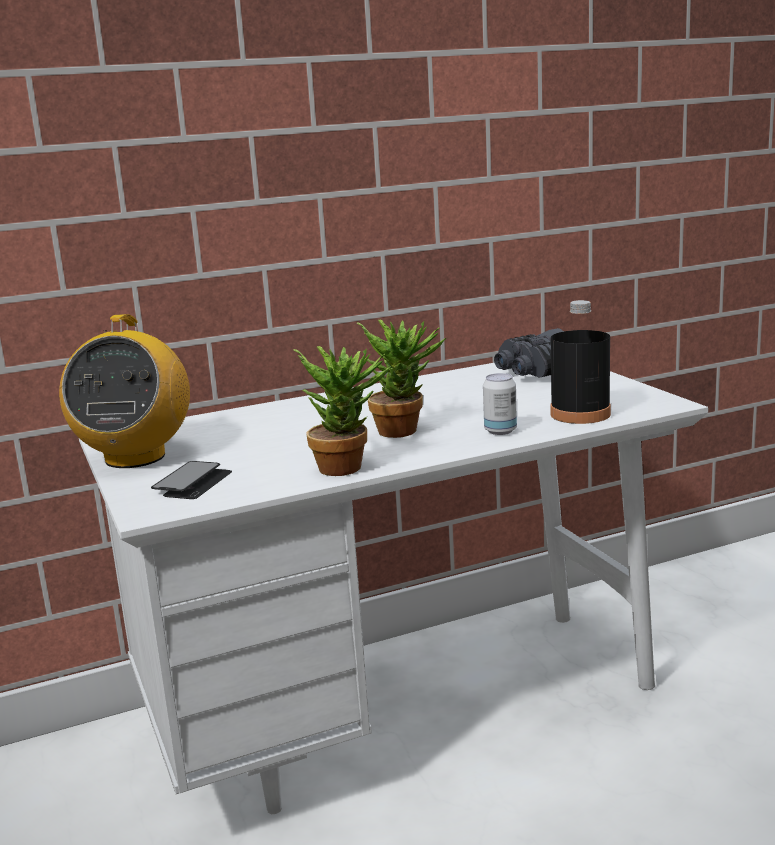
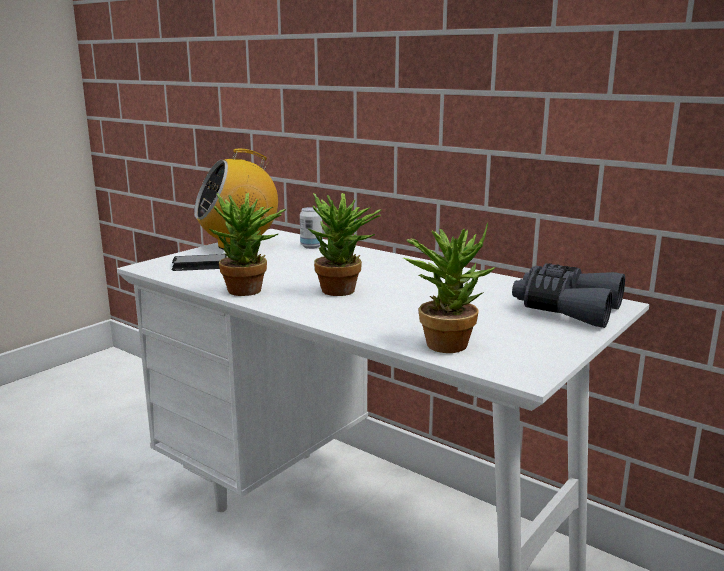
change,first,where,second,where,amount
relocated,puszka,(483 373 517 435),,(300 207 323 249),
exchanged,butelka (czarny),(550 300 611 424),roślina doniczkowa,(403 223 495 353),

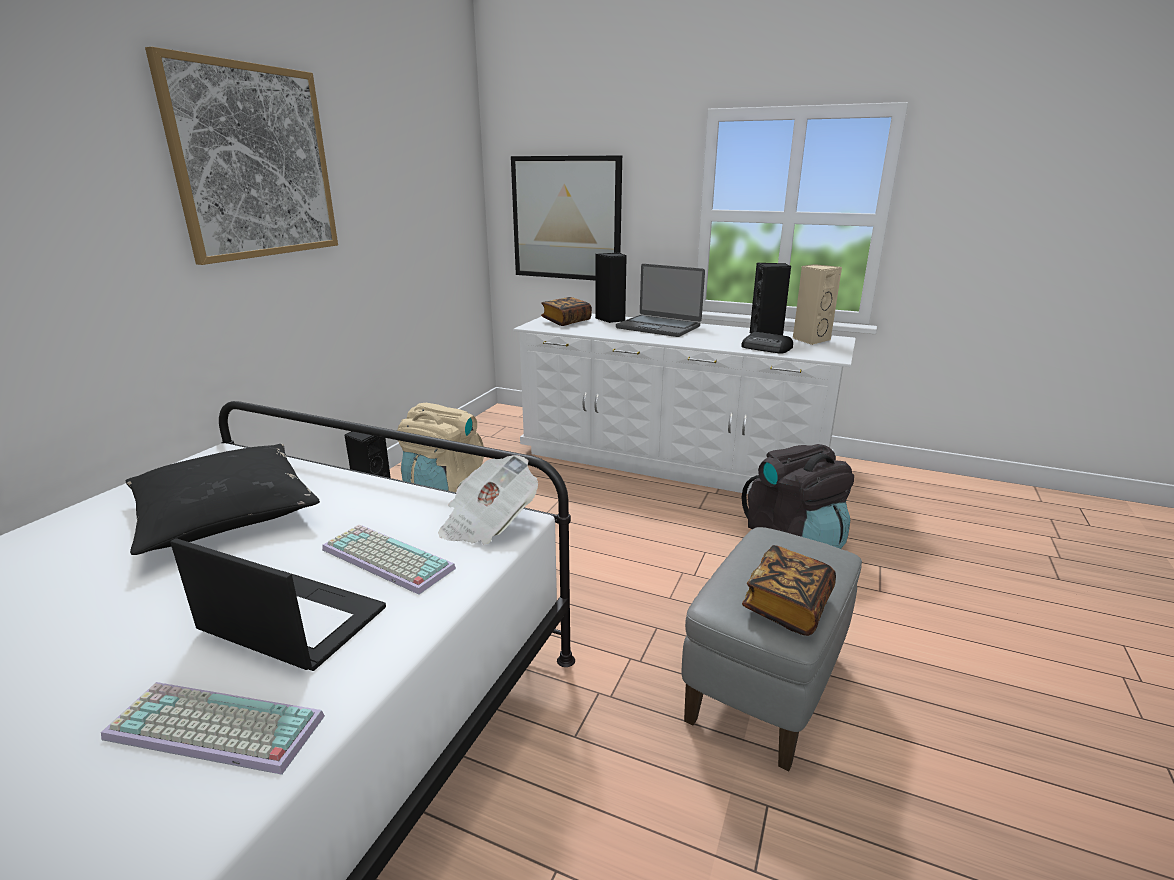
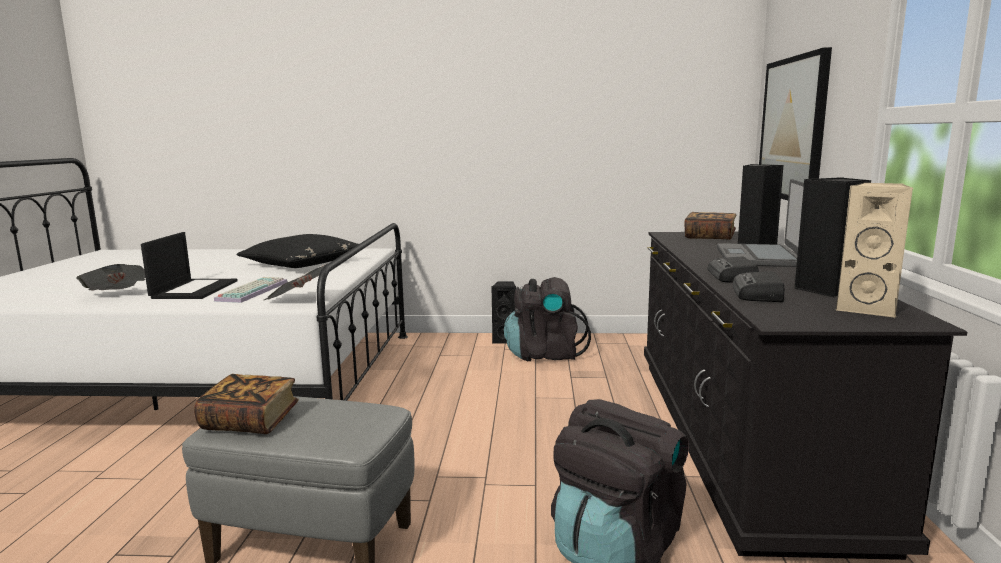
change,first,where,second,where,amount
missing,obraz,(145 47 338 265),,,
appeared,,,radio,(708 256 759 283),
exchanged,klawiatura,(101 682 325 775),gazeta,(76 264 146 291),
colour,plecak (beżowy),(397 403 484 492),plecak (czarny),(504 277 591 361),
colour,komoda (biały),(513 314 856 494),komoda (czarny),(644 232 967 560),

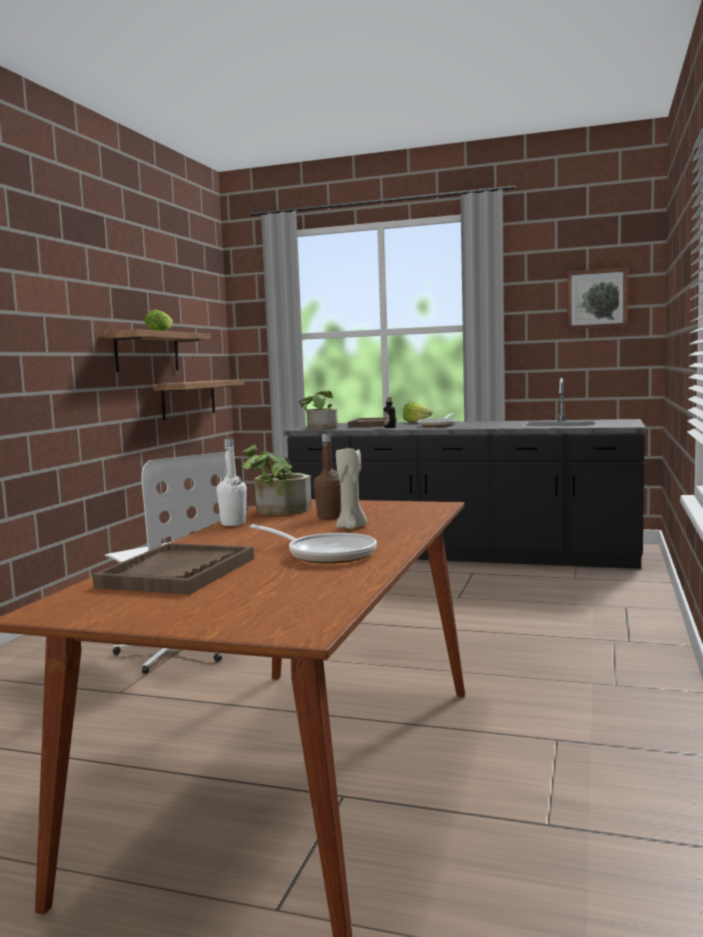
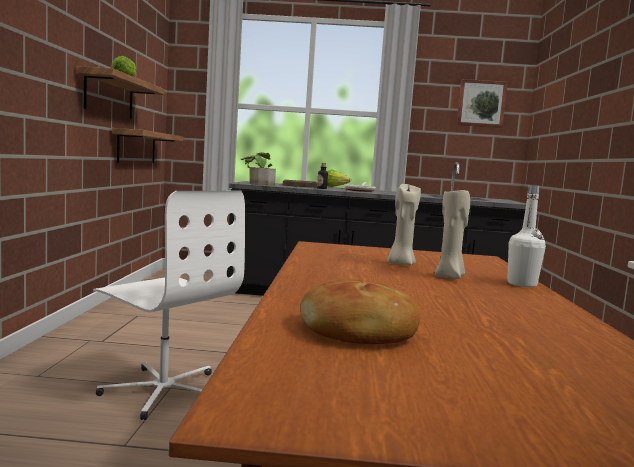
change,first,where,second,where,amount
missing,roślina doniczkowa,(242 445 311 515),,,
missing,patelnia,(249 524 377 564),,,
relocated,butelka (biały),(217 439 247 526),,(507 185 546 287),
exchanged,taca (brązowy),(92 543 254 595),chleb,(300 279 420 344),
exchanged,butelka (brązowy),(314 434 341 519),świeca (beżowy),(387 184 421 265),

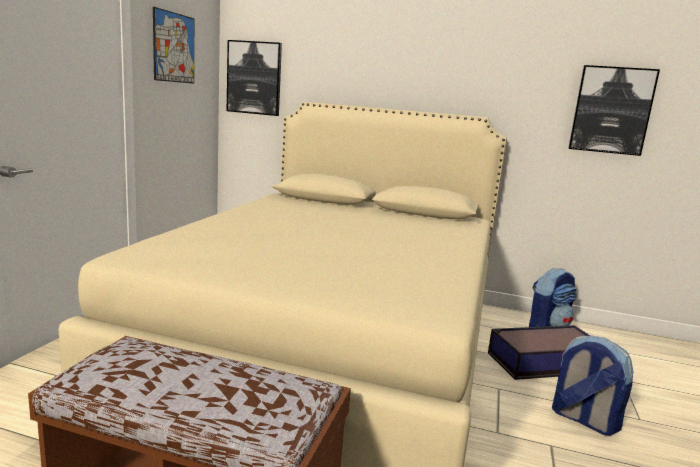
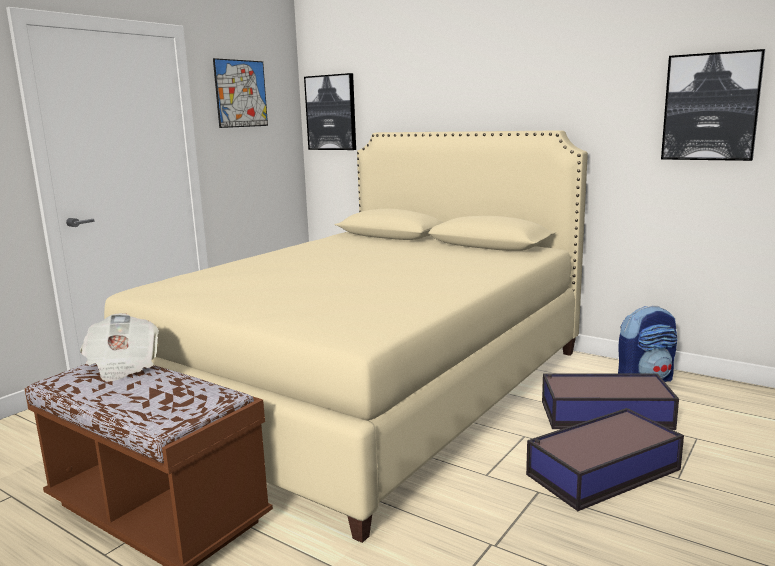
change,first,where,second,where,amount
appeared,,,gazeta,(80 313 159 382),
exchanged,plecak,(552 336 633 436),pojemnik do przechowywania,(526 408 684 511),

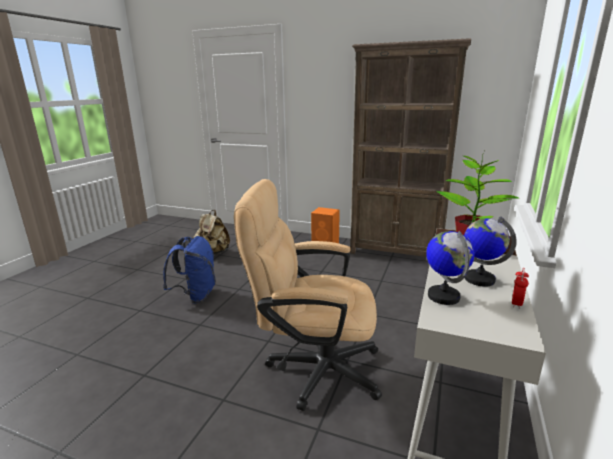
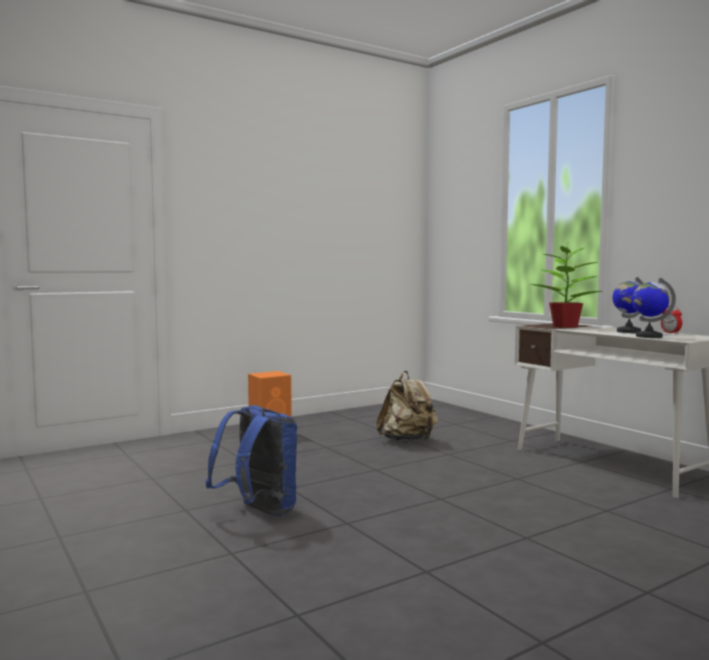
change,first,where,second,where,amount
missing,krzesło biurowe (beżowy),(234 179 382 411),,,
missing,regał (brązowy),(350 38 471 257),,,
relocated,plecak (beżowy),(193 210 230 256),,(376 371 438 442),

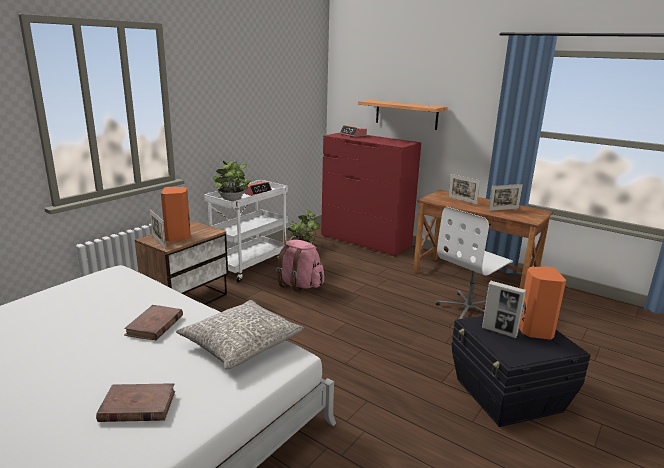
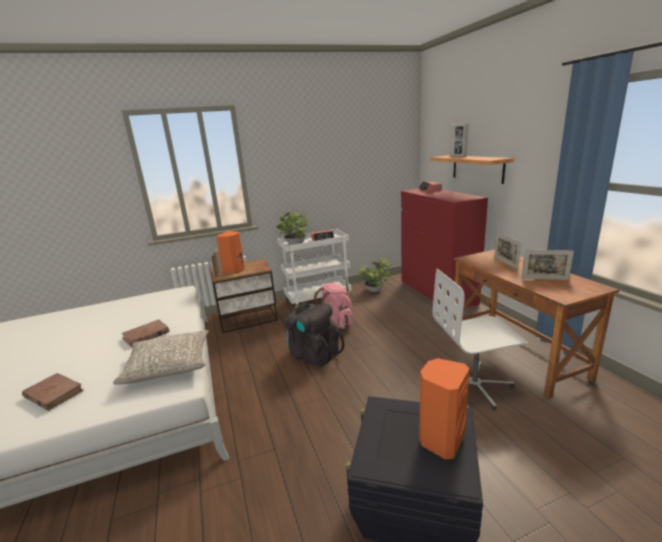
change,first,where,second,where,amount
appeared,,,plecak (czarny),(285 303 344 367),
relocated,ramka na zdjęcie,(482 281 526 338),,(450 124 469 157),

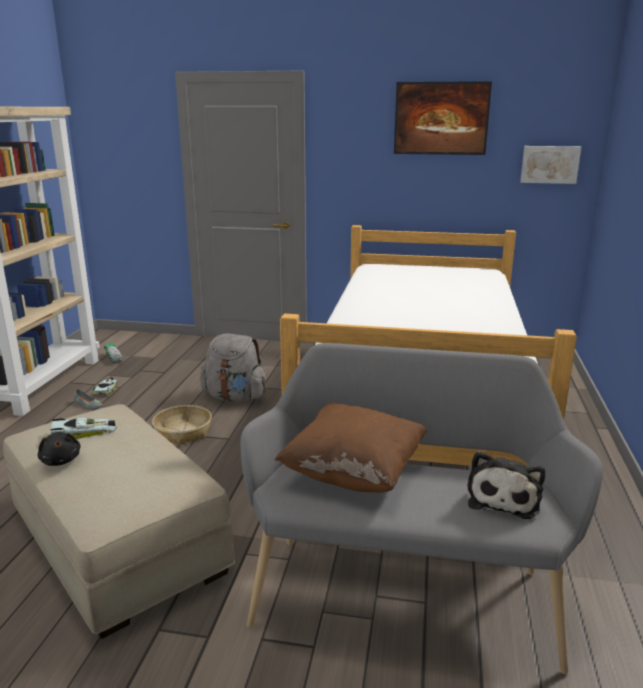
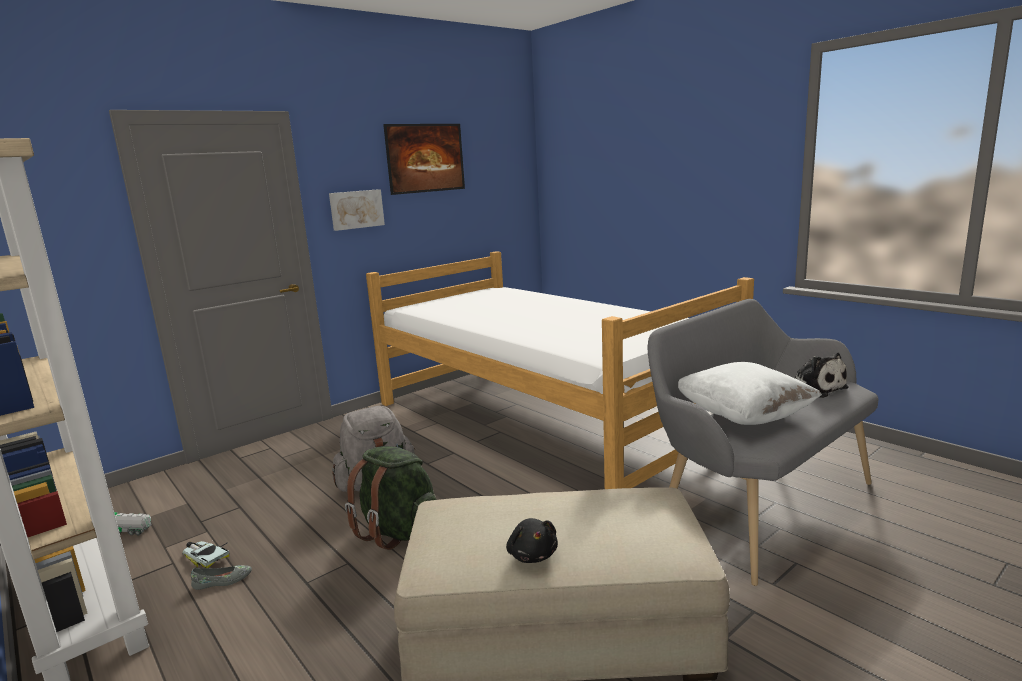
change,first,where,second,where,amount
missing,samochodzik,(50 418 117 439),,,
relocated,obraz,(520 146 581 184),,(329 189 385 231),
exchanged,koszyk,(152 405 212 446),plecak (zielony),(345 446 437 550),
colour,poduszka (brązowy),(275 403 427 492),poduszka (biały),(678 362 822 425),
spun,pluszak (czarny),(38 432 81 466),,(506 518 558 563),60 degrees clockwise

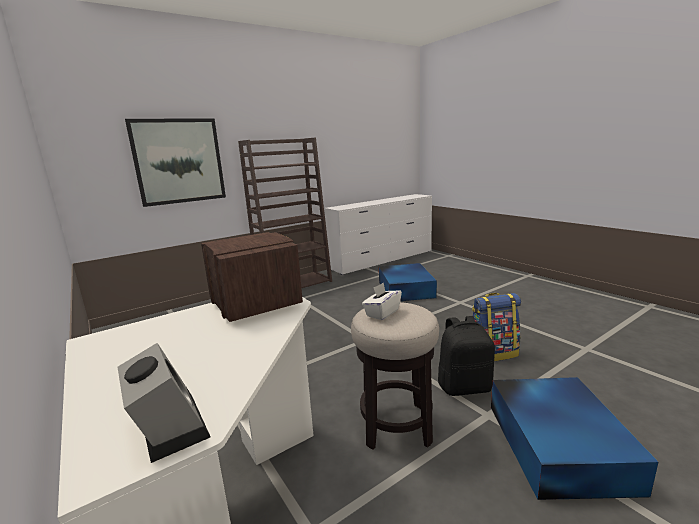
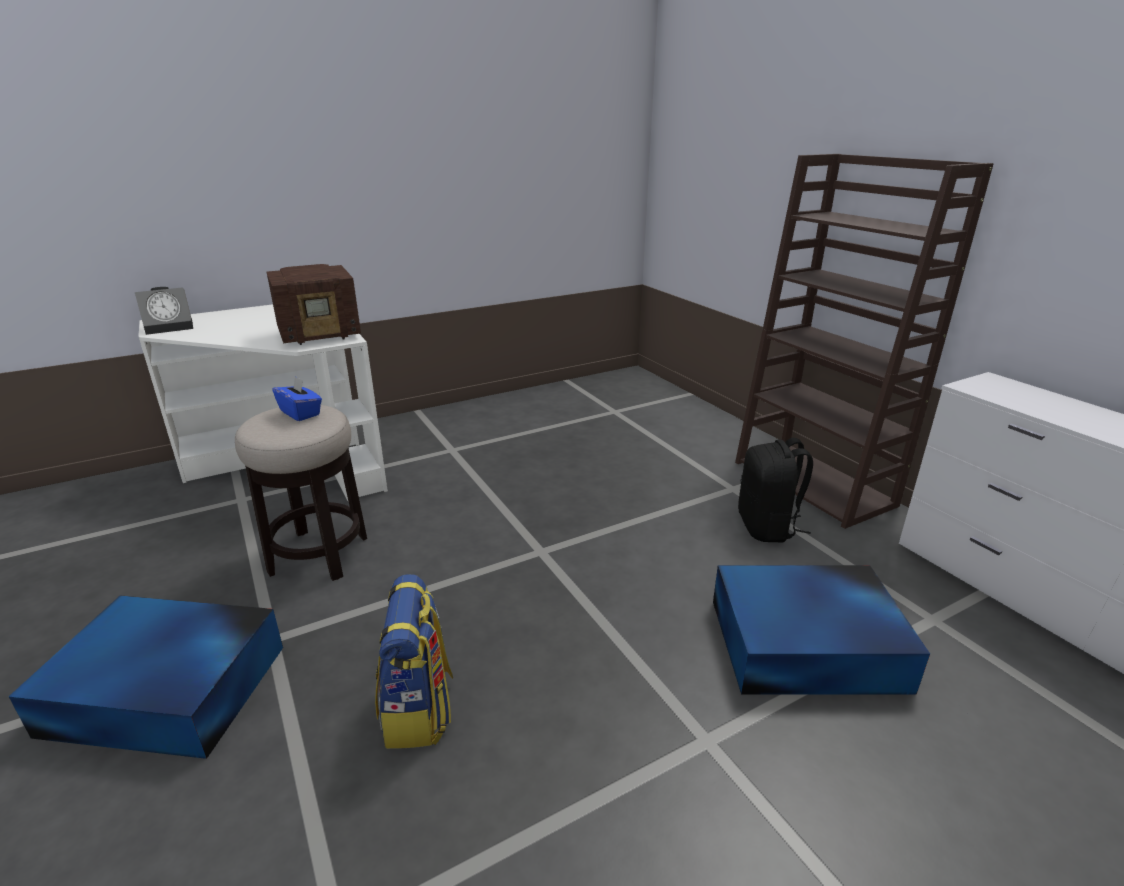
change,first,where,second,where,amount
missing,obraz,(125 118 226 207),,,
relocated,plecak (czarny),(438 316 495 396),,(738 438 813 542),
colour,pudełko chusteczek (biały),(362 283 402 320),pudełko chusteczek (niebieski),(272 376 322 421),

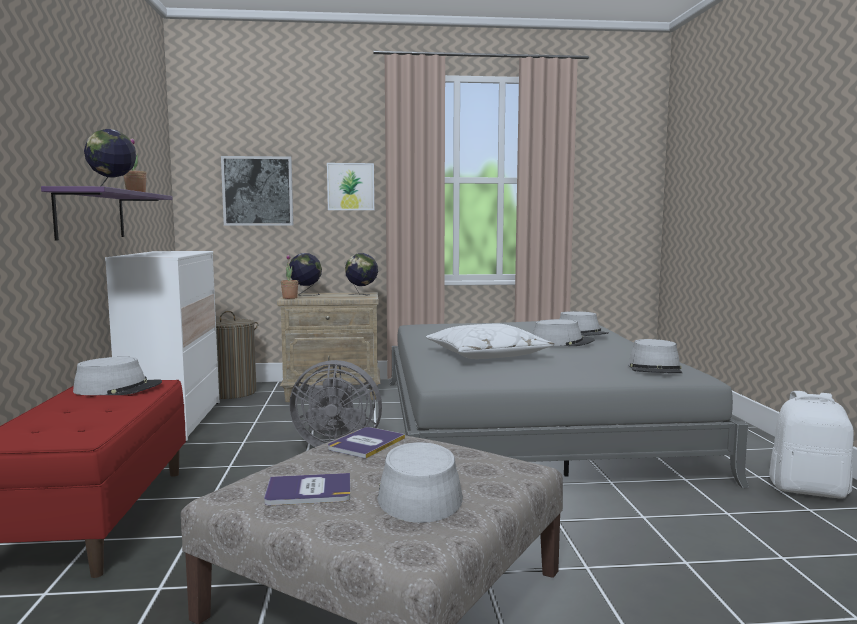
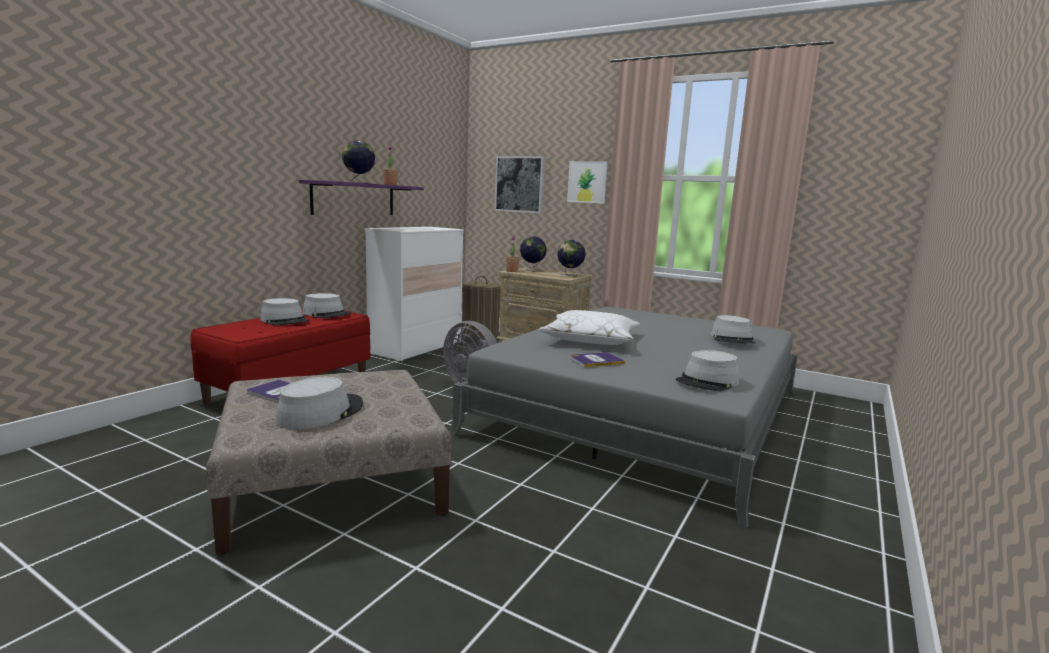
change,first,where,second,where,amount
missing,plecak (biały),(769 391 854 499),,,
relocated,książka,(328 427 405 459),,(569 352 625 367),
relocated,kapelusz (szary),(533 319 594 346),,(260 298 310 325),

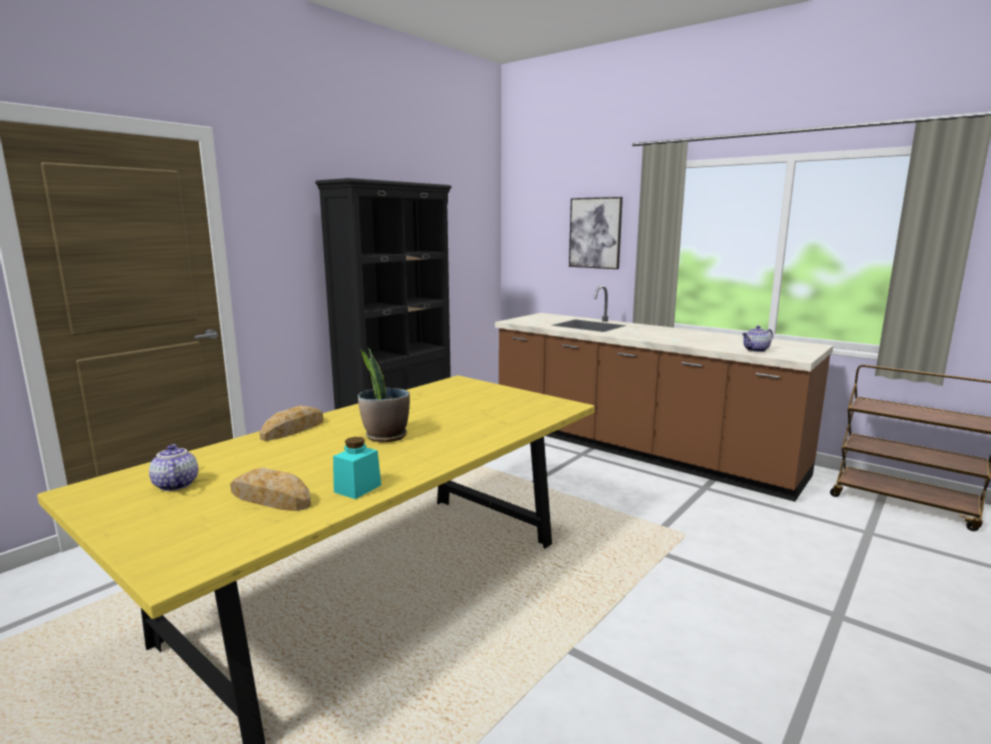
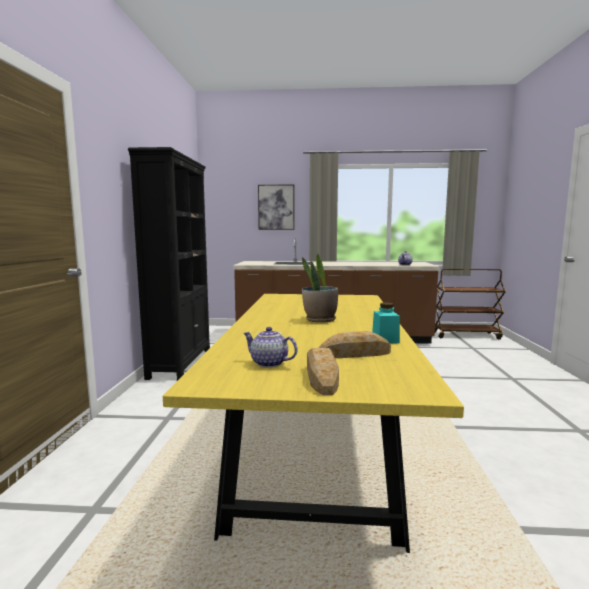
change,first,where,second,where,amount
relocated,chleb,(260 405 323 441),,(307 348 339 395),

